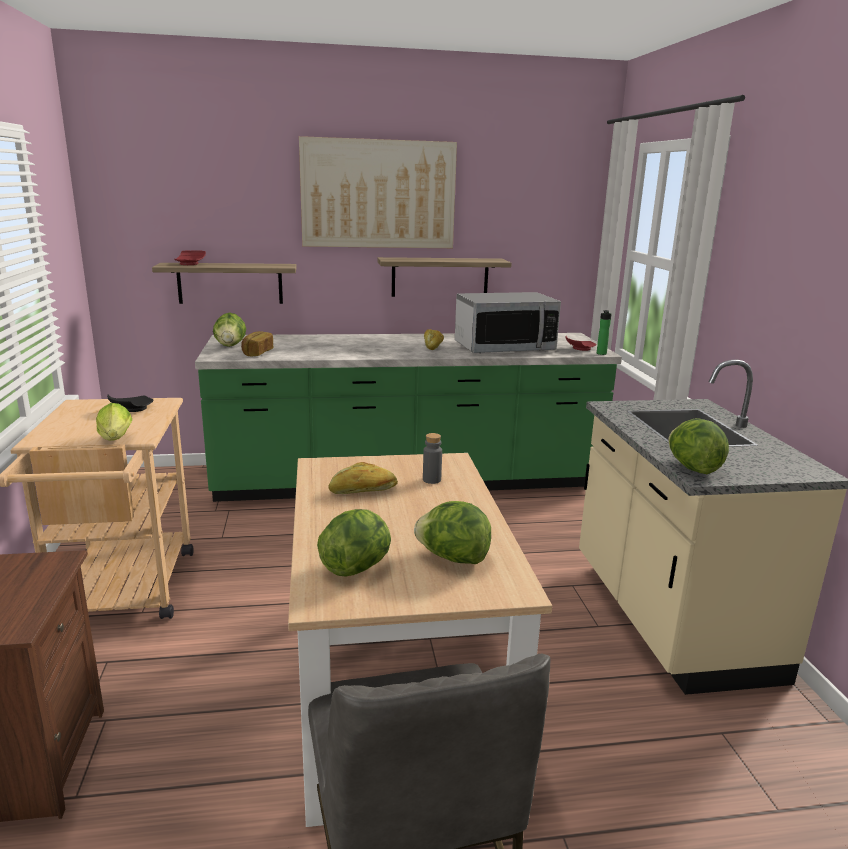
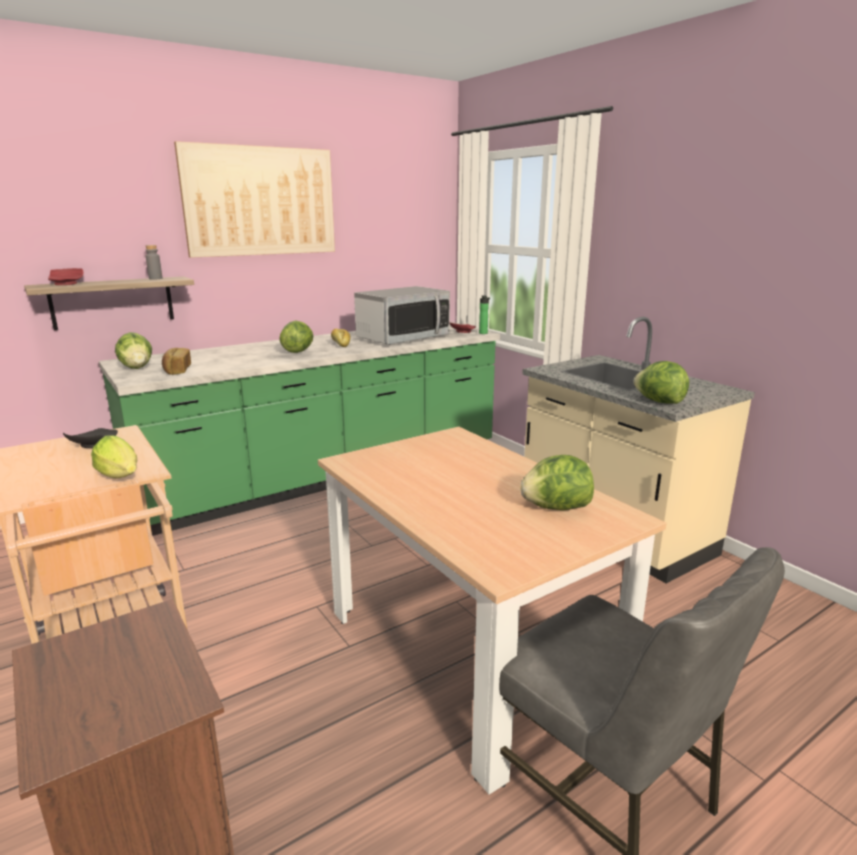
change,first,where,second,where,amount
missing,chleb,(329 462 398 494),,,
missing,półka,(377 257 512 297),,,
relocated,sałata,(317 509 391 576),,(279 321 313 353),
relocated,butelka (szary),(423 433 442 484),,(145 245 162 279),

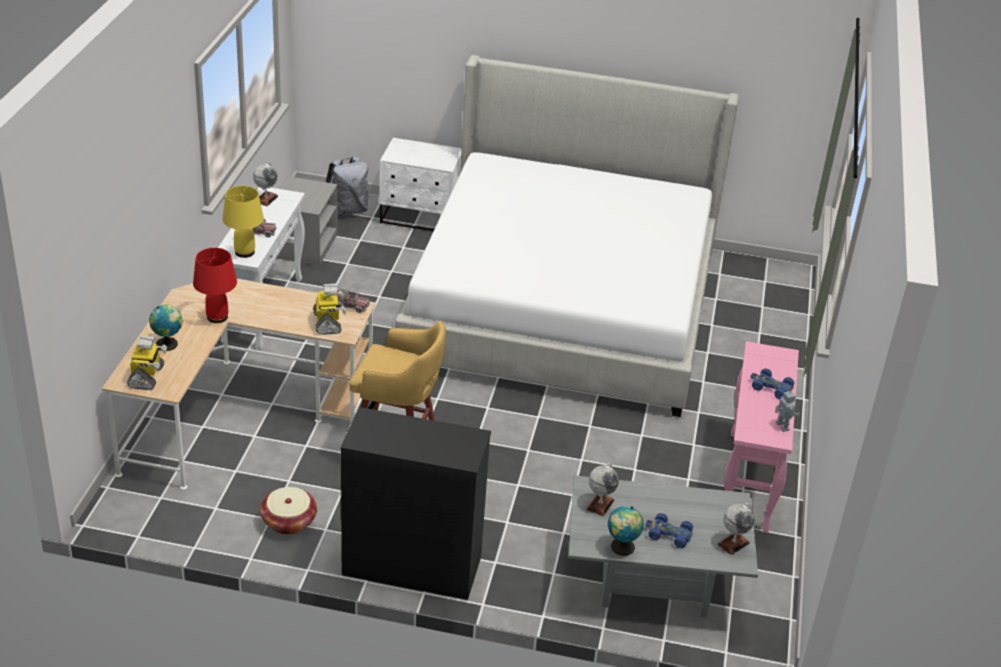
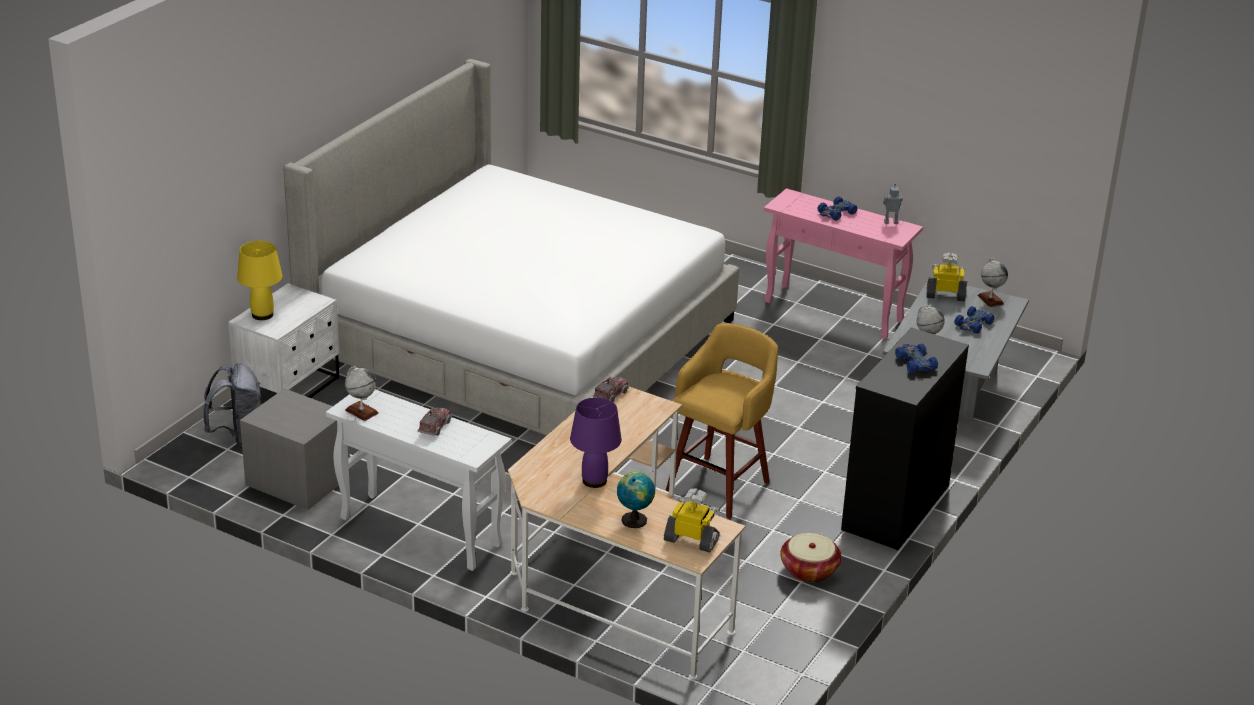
change,first,where,second,where,amount
missing,globus,(608 506 644 556),,,
appeared,,,samochodzik (niebieski),(895 344 938 373),
relocated,lampa stołowa (żółty),(222 186 264 258),,(237 241 282 320),
relocated,robot zabawkowy,(313 284 346 335),,(926 253 967 302),
colour,lampa stołowa (czerwony),(193 248 237 323),lampa stołowa (fioletowy),(570 398 622 488),

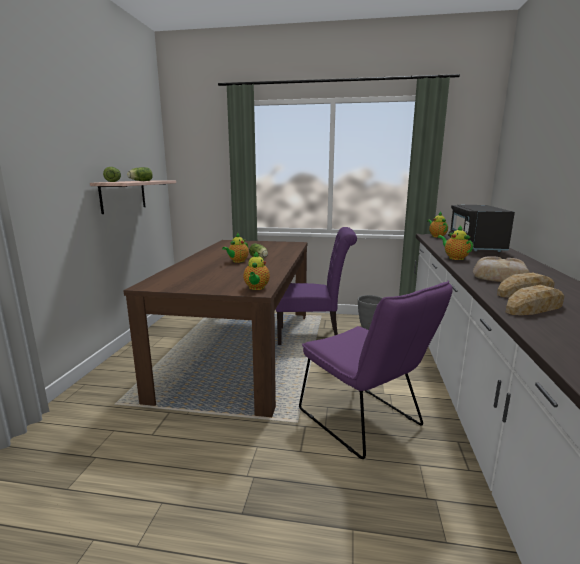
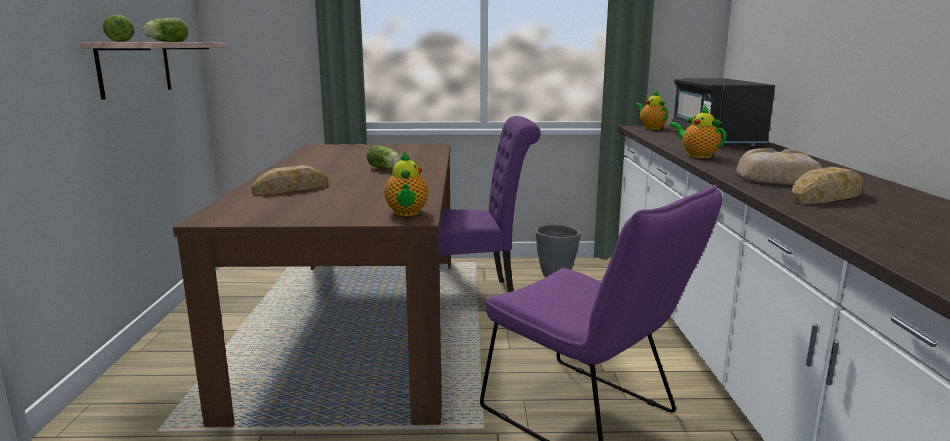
change,first,where,second,where,amount
missing,imbryk,(222 233 249 263),,,
relocated,chleb,(506 285 564 315),,(251 165 328 195),

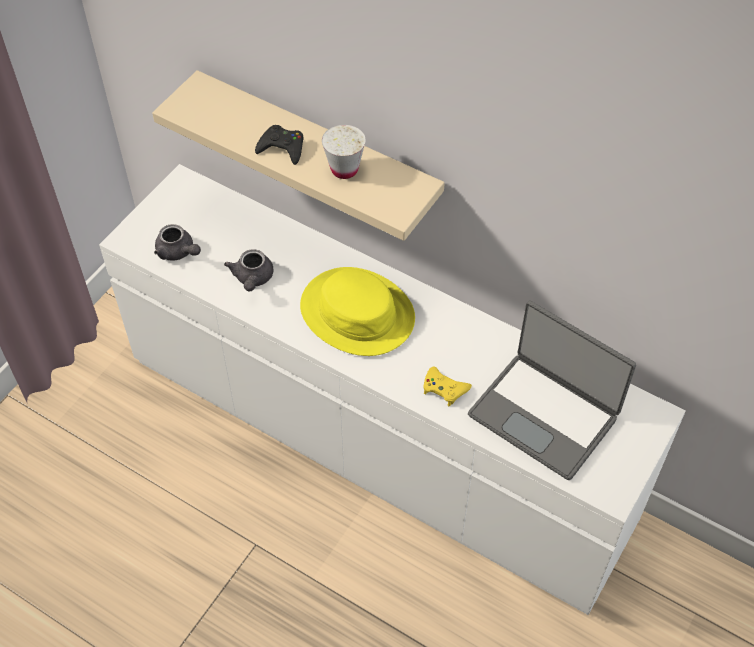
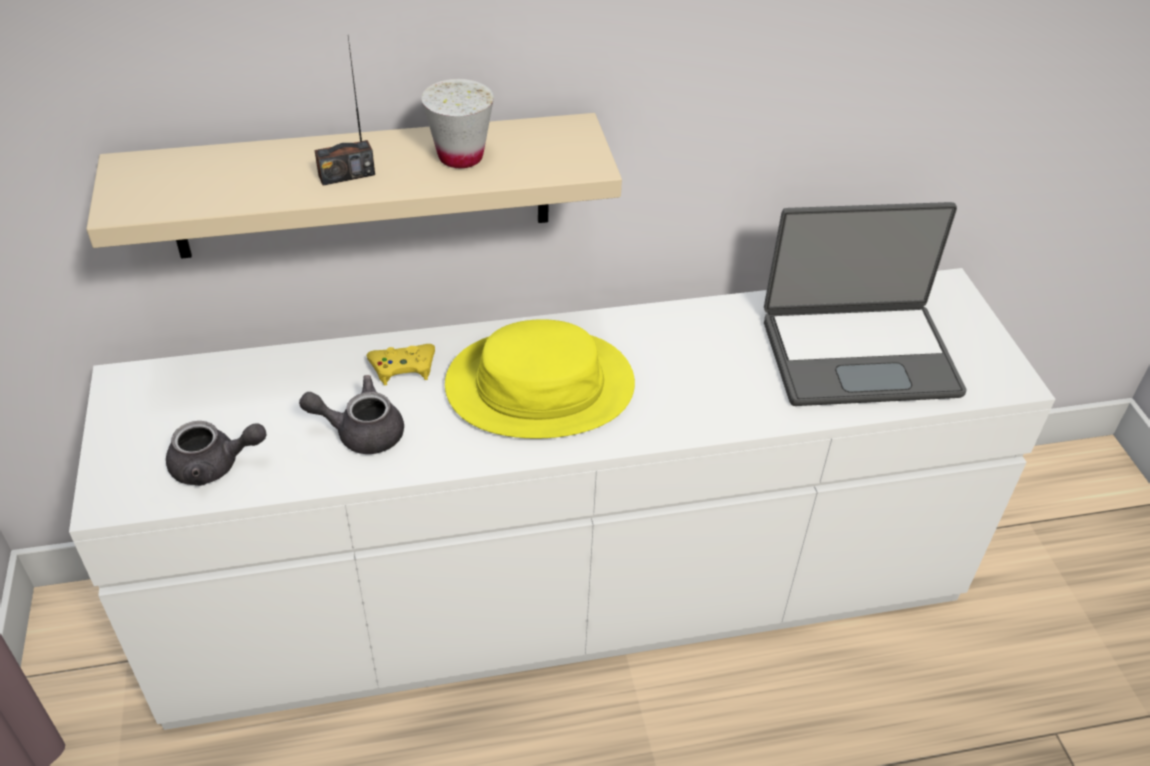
change,first,where,second,where,amount
relocated,pad do gier (żółty),(423 367 472 406),,(366 344 435 385),
exchanged,pad do gier (czarny),(255 125 303 165),radio,(315 37 375 186),
spun,imbryk (szary),(224 249 273 291),,(299 375 404 454),135 degrees clockwise

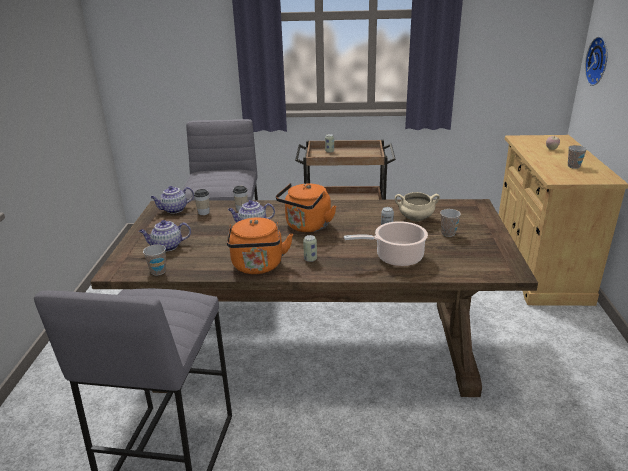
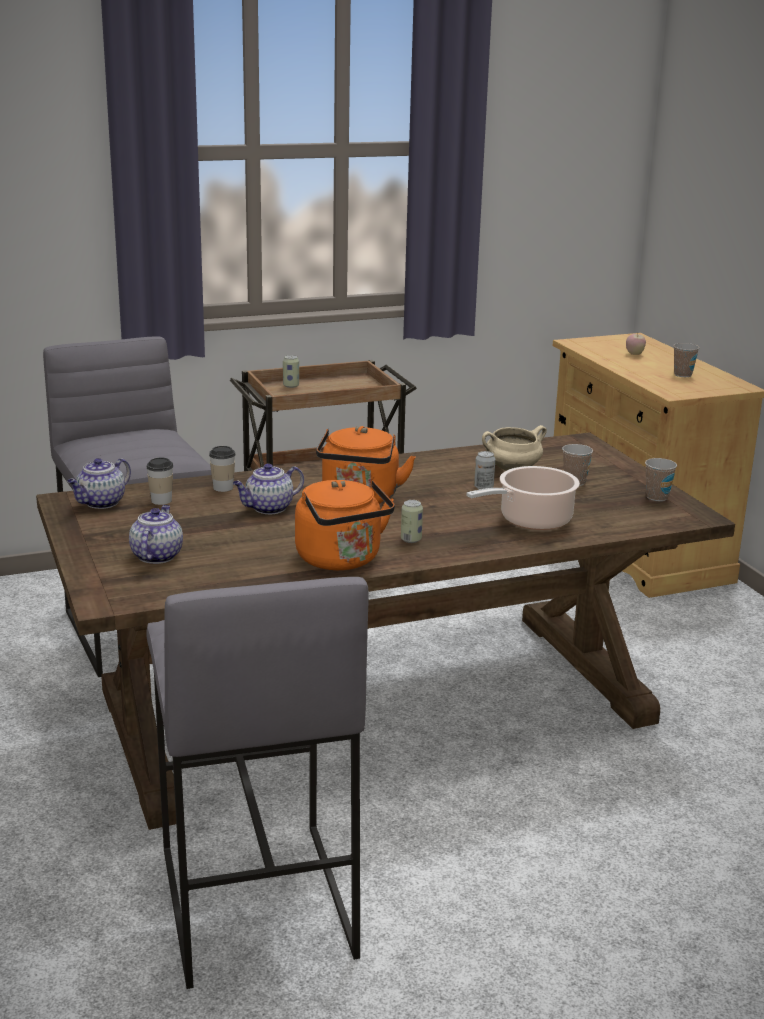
change,first,where,second,where,amount
missing,zegar ścienny,(585 36 607 86),,,
relocated,filiżanka,(143 244 166 276),,(645 458 677 501),
spun,imbryk,(139 220 191 252),,(129 505 183 564),135 degrees clockwise

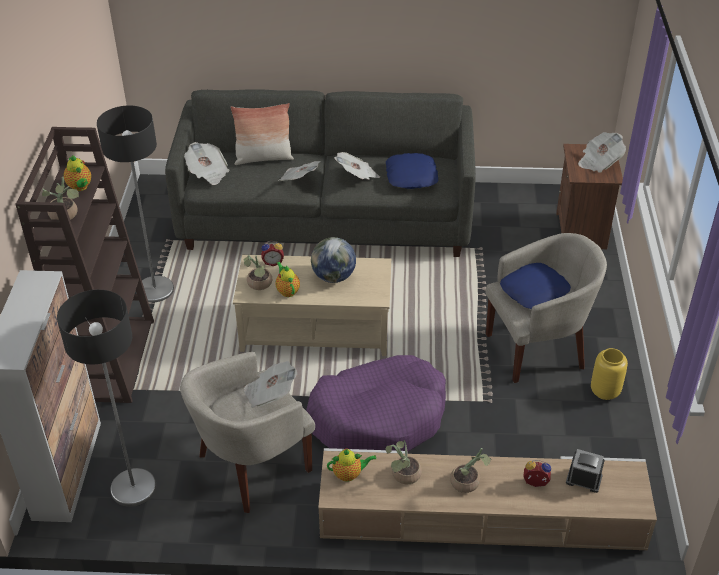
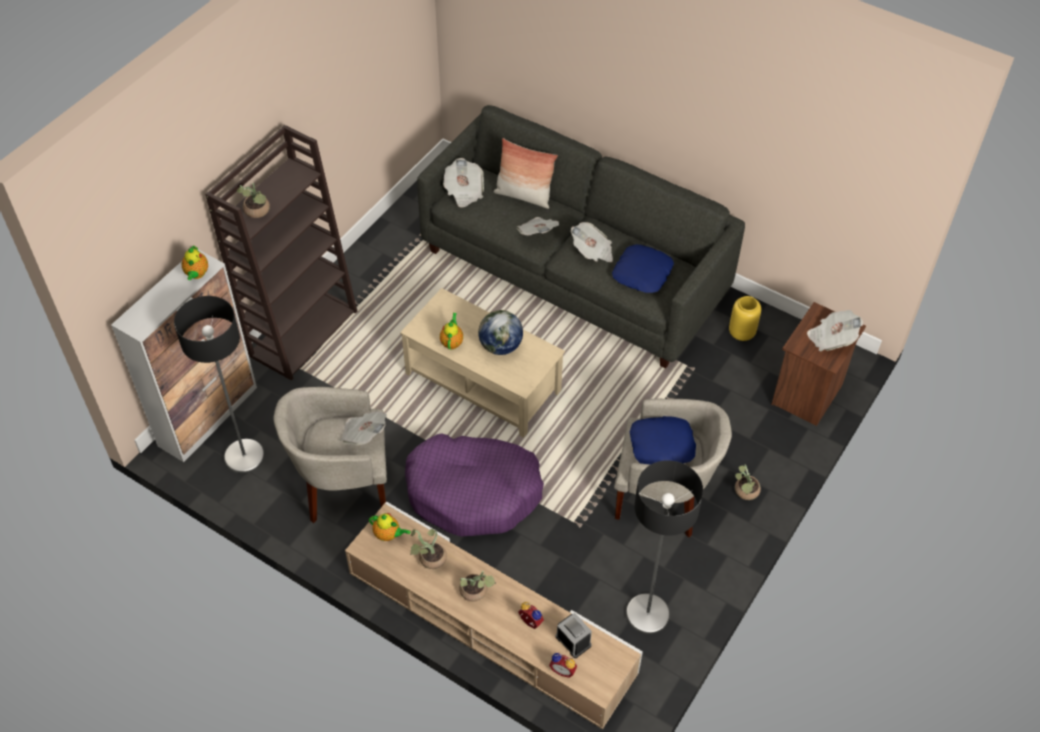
change,first,where,second,where,amount
relocated,imbryk,(64 156 91 191),,(182 245 208 280),
relocated,lampa stojąca,(97 105 174 303),,(626 460 703 634),
relocated,roślina doniczkowa,(244 255 272 290),,(735 464 761 500),
relocated,budzik,(261 241 284 266),,(549 653 577 678),
relocated,wazon (żółty),(591 348 628 400),,(729 296 761 341),

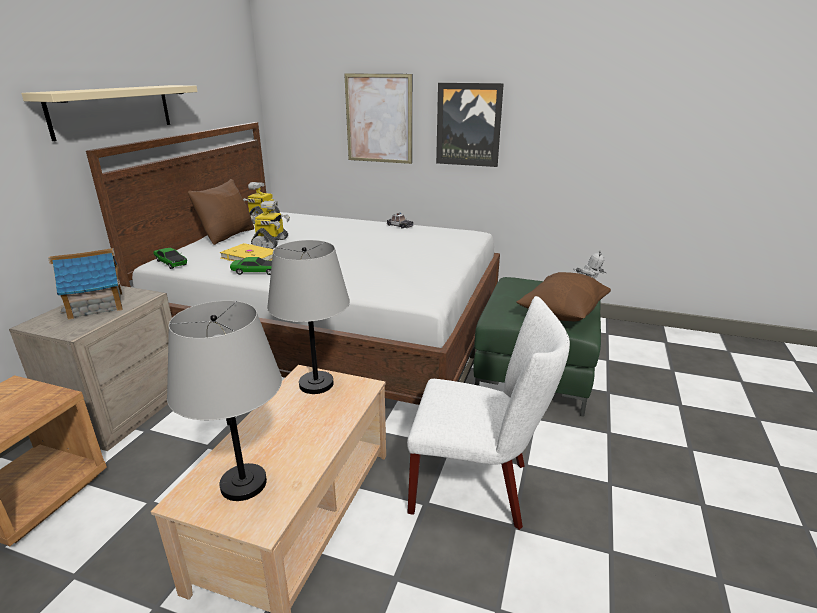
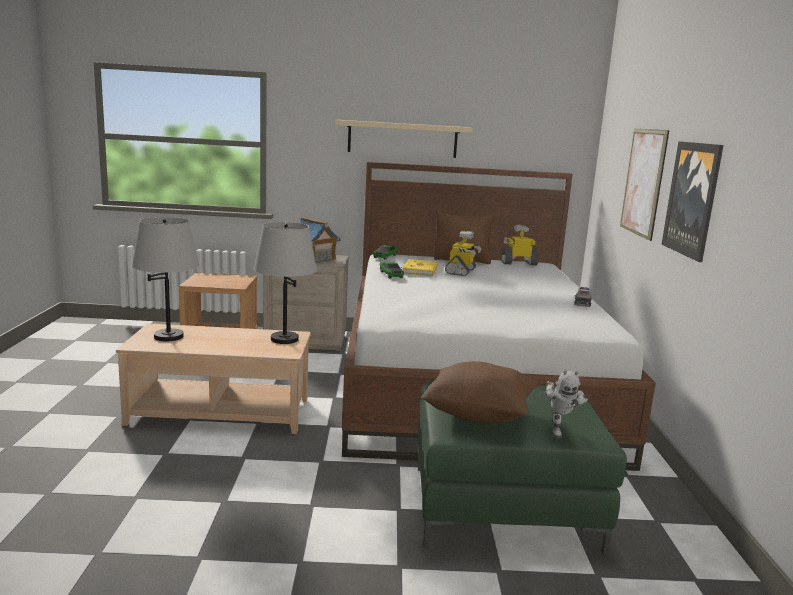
change,first,where,second,where,amount
missing,krzesło (biały),(407 296 570 530),,,
spun,robot zabawkowy,(251 201 290 249),,(445 231 481 276),60 degrees counterclockwise

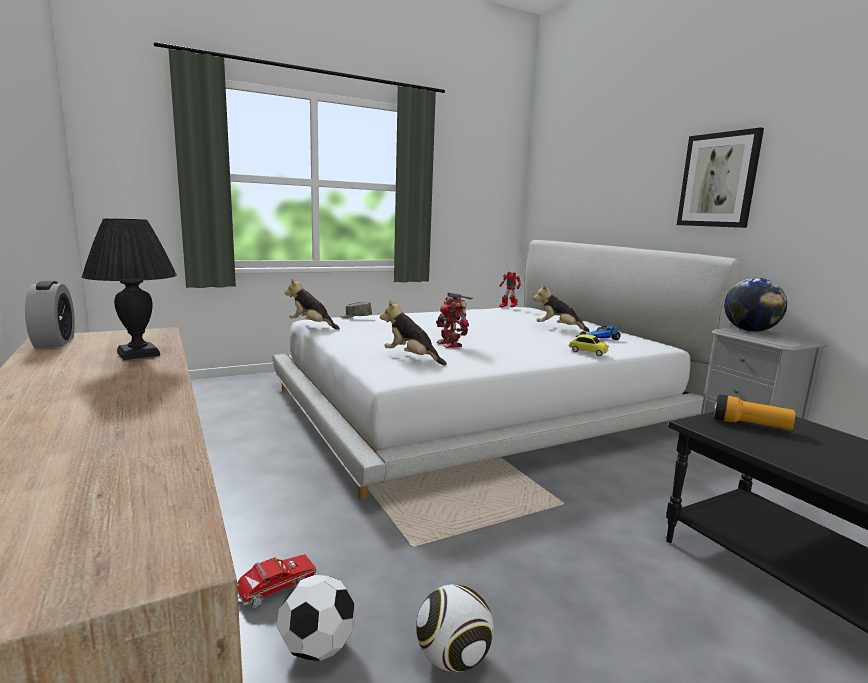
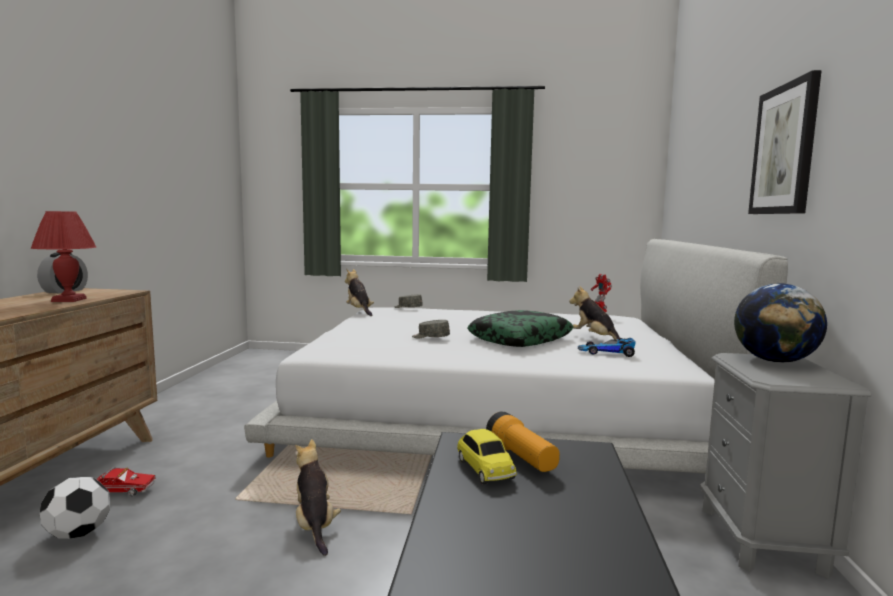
change,first,where,second,where,amount
missing,piłka futbolowa,(416 584 494 672),,,
appeared,,,poduszka,(467 310 574 347),
relocated,pluszak,(380 299 447 366),,(295 439 341 556),
relocated,samochodzik,(569 334 609 356),,(457 429 517 484),
exchanged,robot zabawkowy,(436 293 472 348),czapka z daszkiem (szary),(412 320 450 338),
colour,lampa stołowa (czarny),(82 219 177 360),lampa stołowa (czerwony),(31 211 96 302),

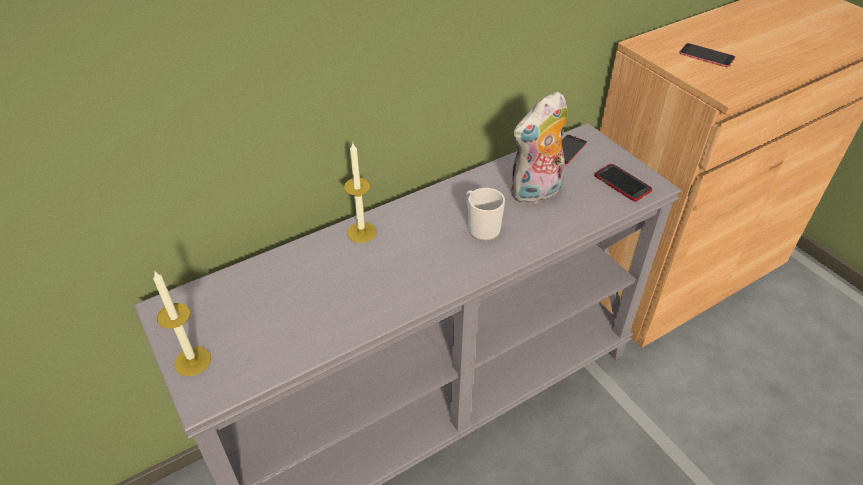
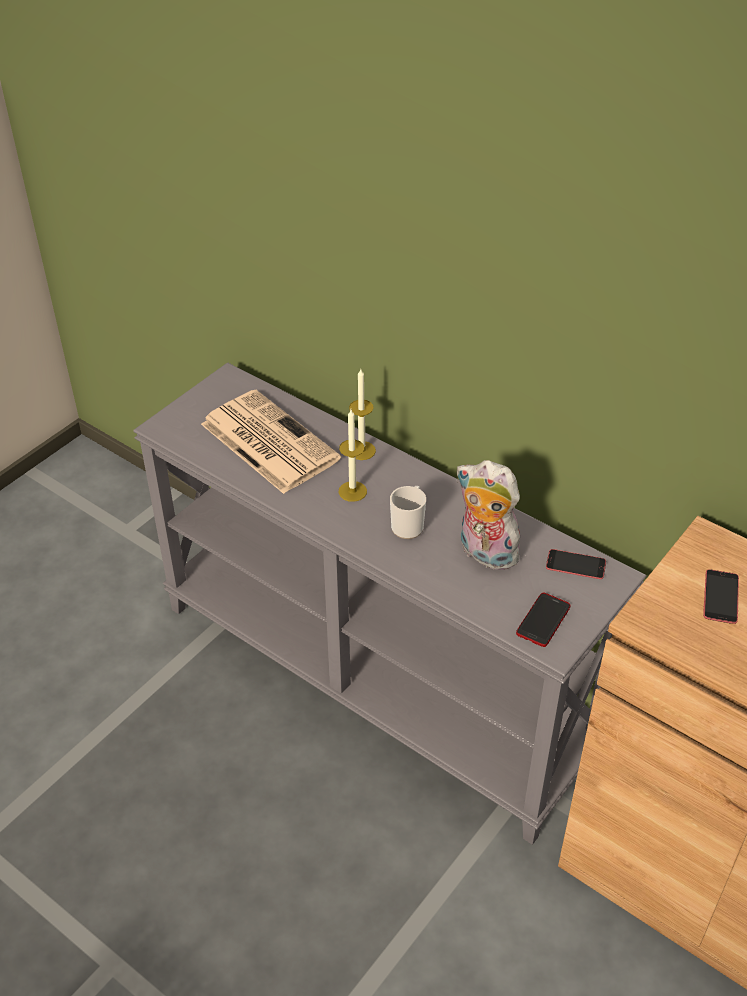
change,first,where,second,where,amount
appeared,,,gazeta,(201 390 341 494),
relocated,świeca,(153 270 211 376),,(338 409 367 502),

